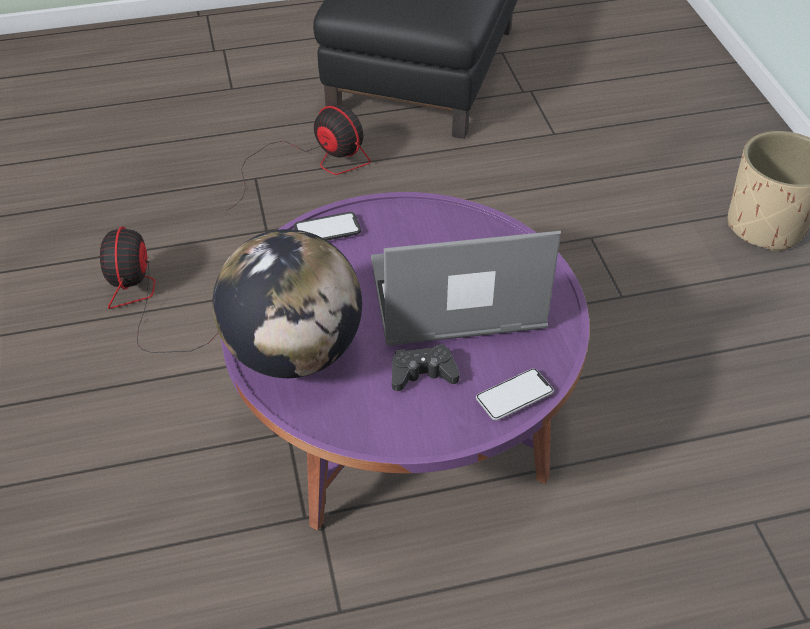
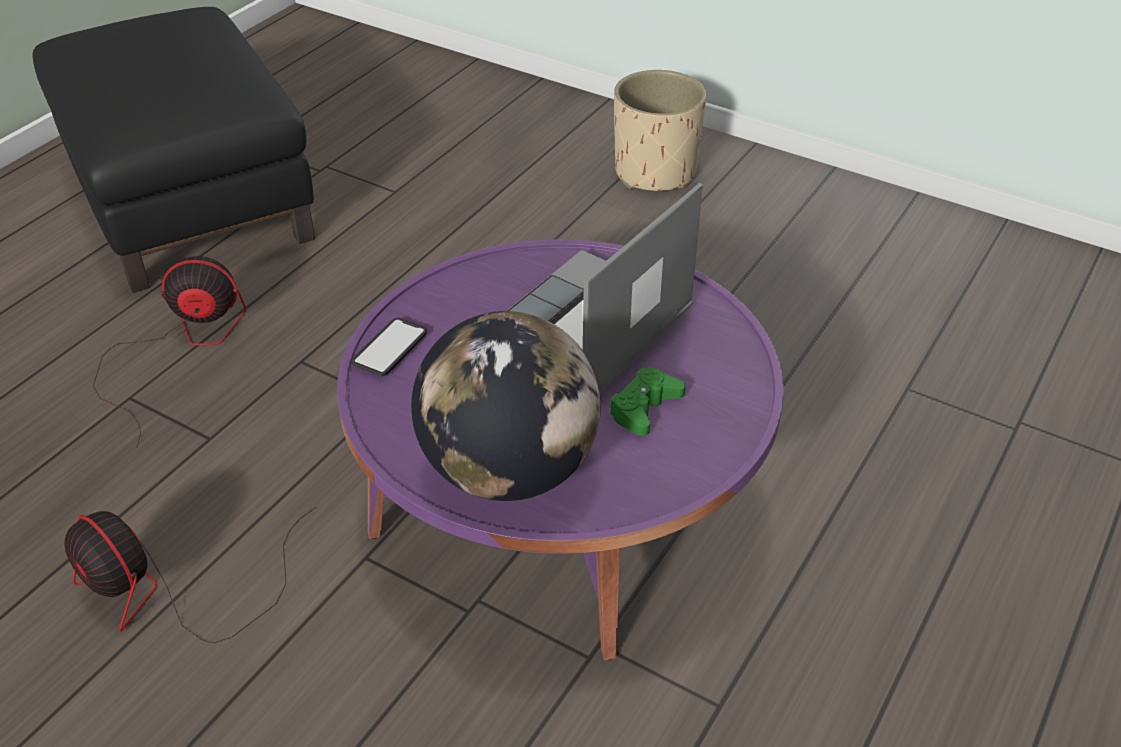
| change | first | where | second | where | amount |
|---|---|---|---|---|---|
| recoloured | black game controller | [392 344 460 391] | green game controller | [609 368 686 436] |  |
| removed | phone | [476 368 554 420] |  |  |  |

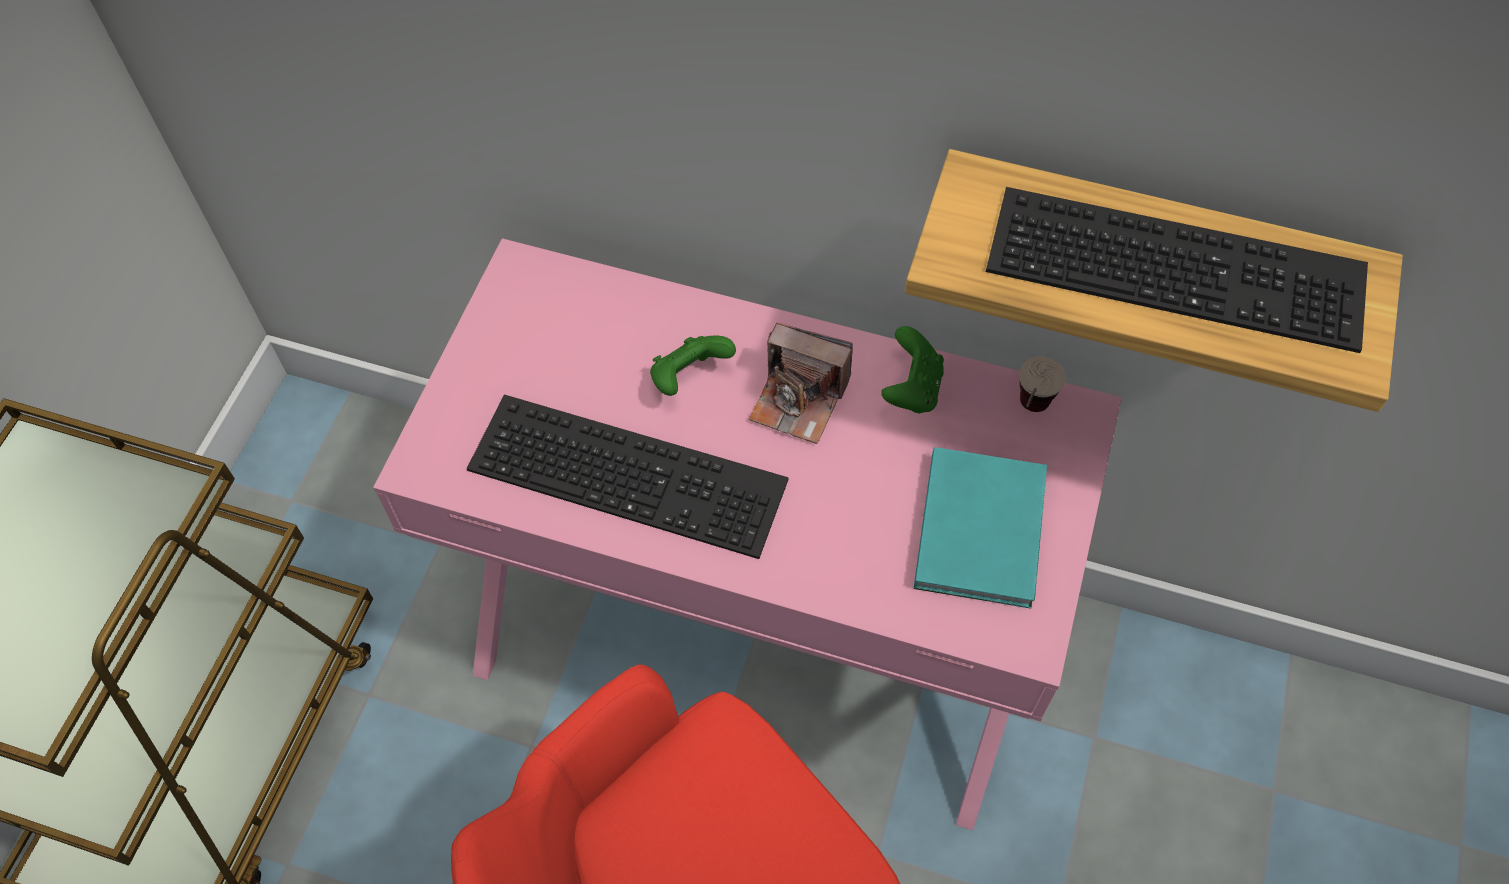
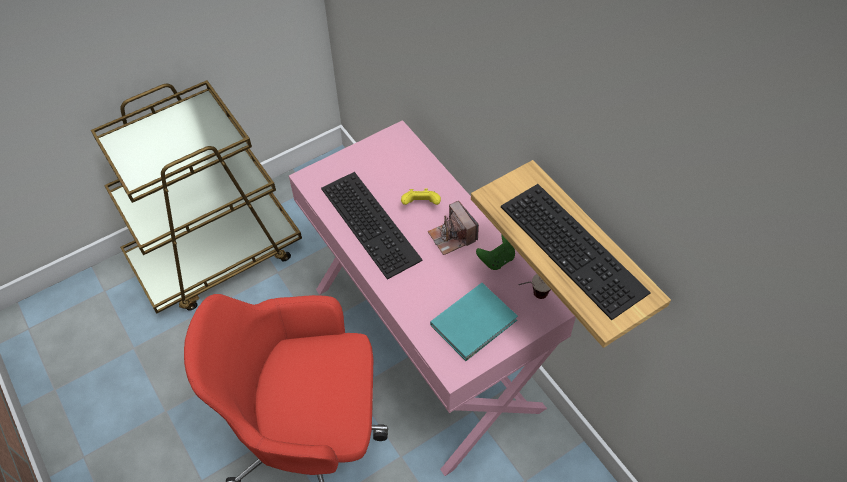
| change | first | where | second | where | amount |
|---|---|---|---|---|---|
| recoloured | green game controller | [650 336 736 396] | yellow game controller | [401 189 441 205] |  |

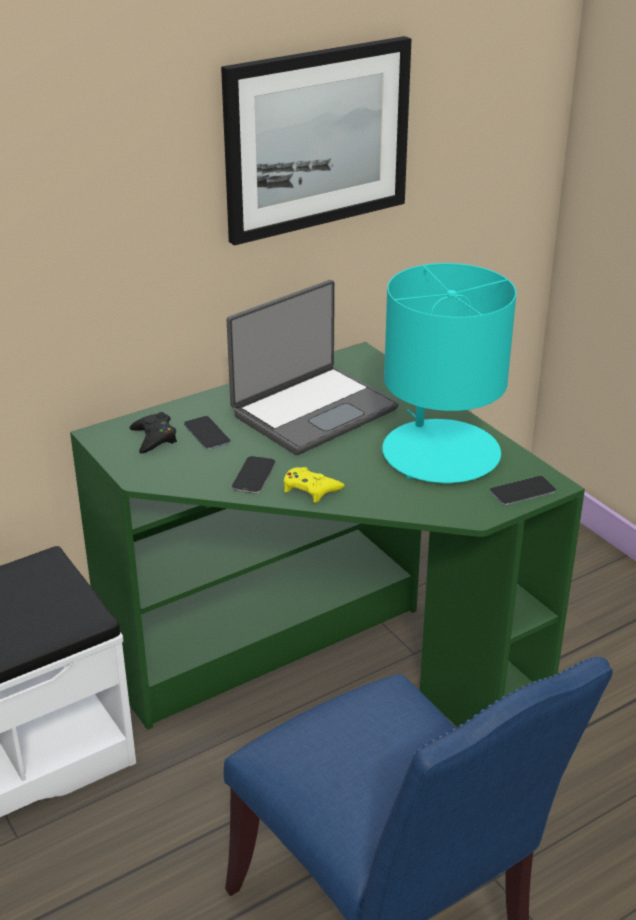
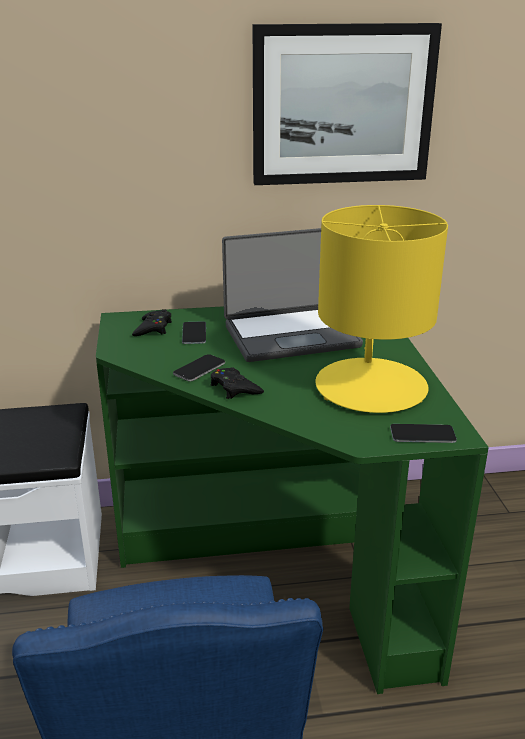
| change | first | where | second | where | amount |
|---|---|---|---|---|---|
| recoloured | turquoise table lamp | [382 263 517 483] | yellow table lamp | [315 205 448 413] |  |
| recoloured | yellow game controller | [284 467 345 503] | black game controller | [211 367 264 399] |  |

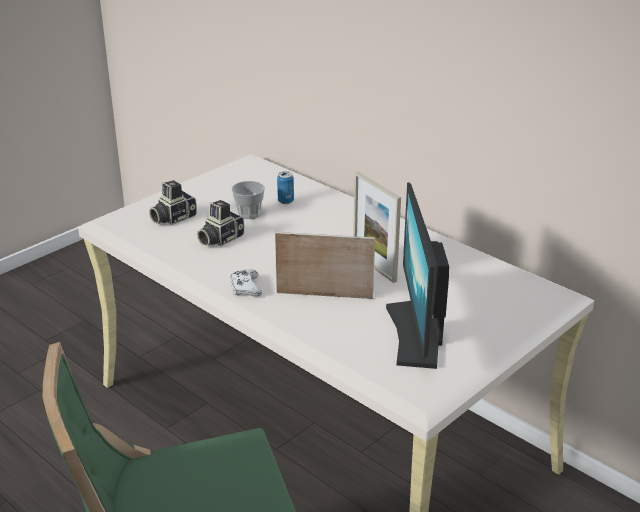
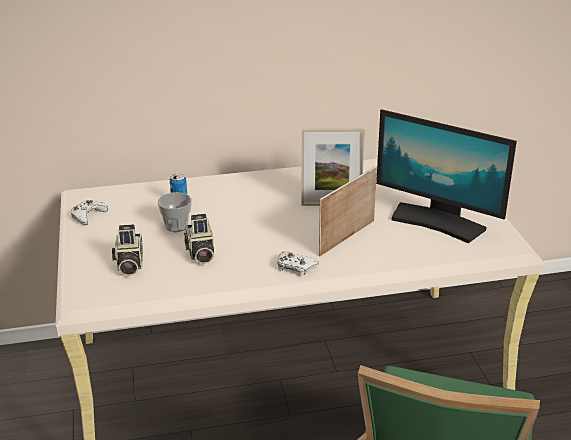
| change | first | where | second | where | amount |
|---|---|---|---|---|---|
| added |  |  | white game controller | [71 200 108 225] |  |

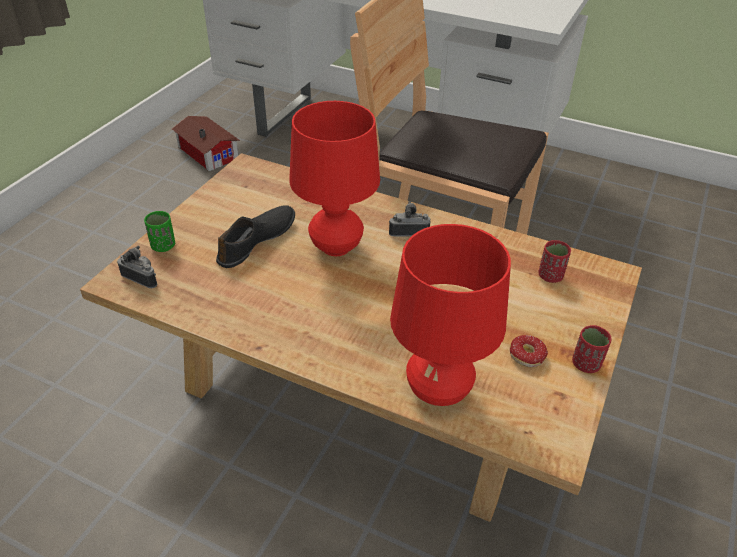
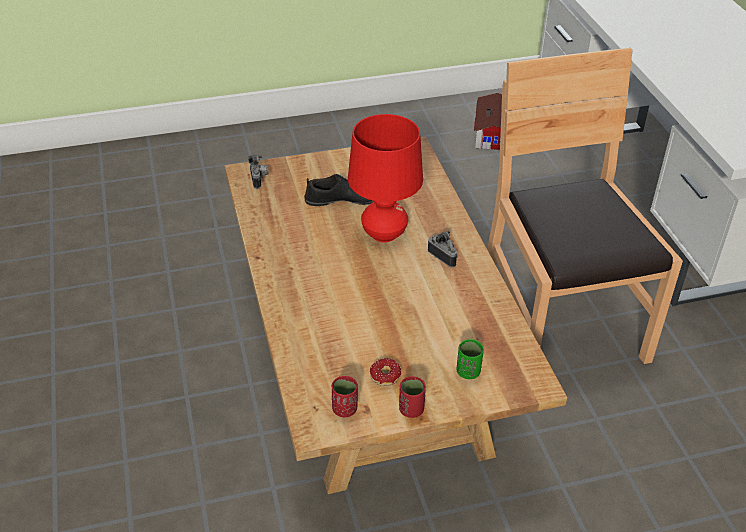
| change | first | where | second | where | amount |
|---|---|---|---|---|---|
| moved | green cup | [144 211 175 252] |  | [457 339 484 379] |  |
| removed | red table lamp | [390 224 511 406] |  |  |  |
| moved | red cup | [538 240 571 283] |  | [332 376 358 417] |  |

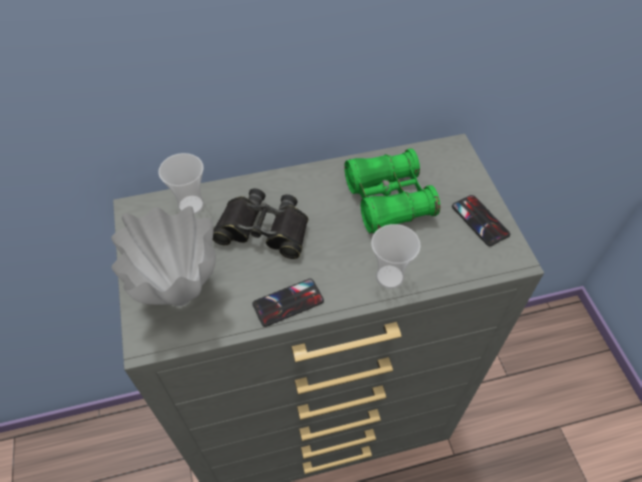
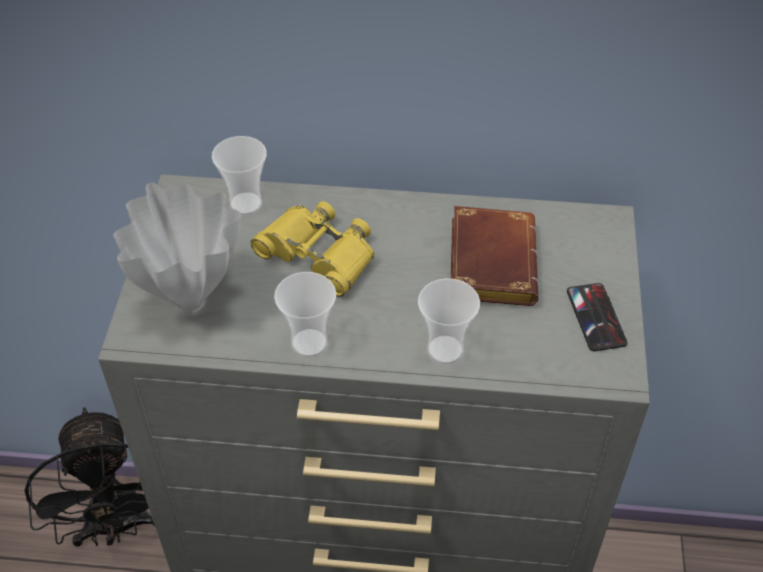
| change | first | where | second | where | amount |
|---|---|---|---|---|---|
| replaced | green binoculars | [344 148 440 234] | brown book | [451 206 538 306] |  |
| recoloured | black binoculars | [213 188 308 259] | yellow binoculars | [251 201 374 297] |  |
| replaced | phone | [252 279 324 327] | cup | [274 272 336 358] |  |
| added |  |  | black fan | [25 407 155 547] |  |

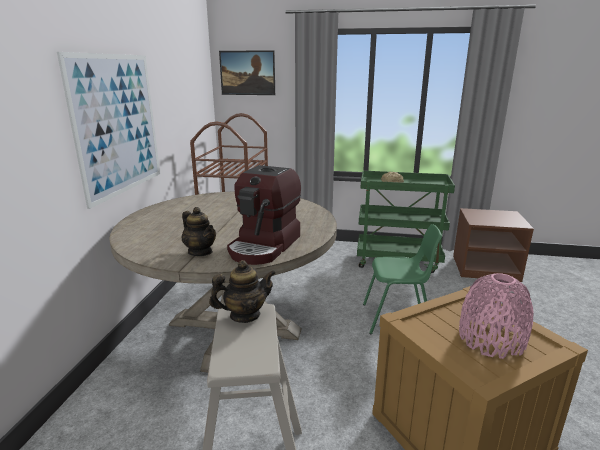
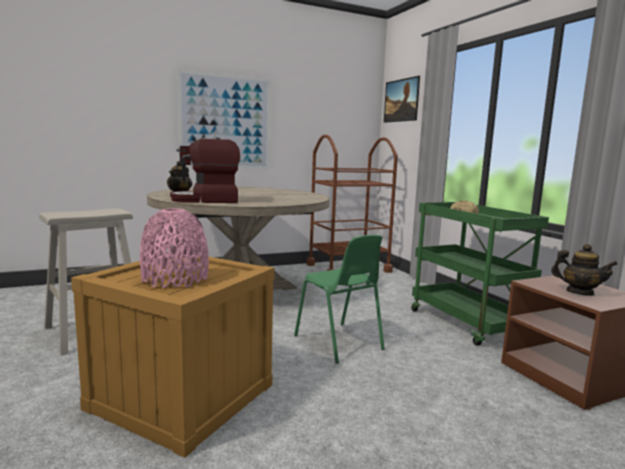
| change | first | where | second | where | amount |
|---|---|---|---|---|---|
| moved | teapot | [209 260 276 323] |  | [551 244 618 296] |  |

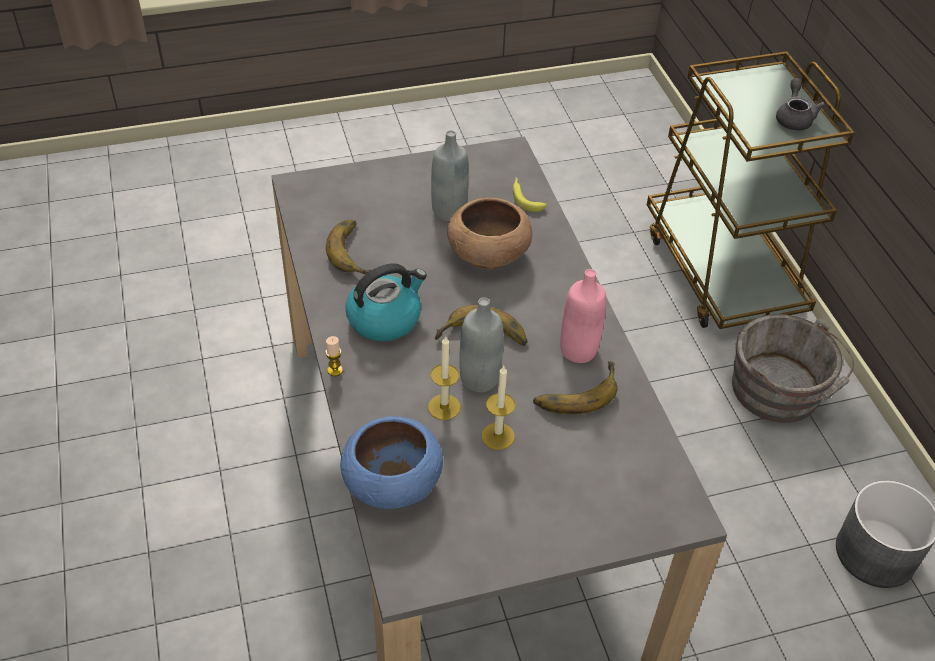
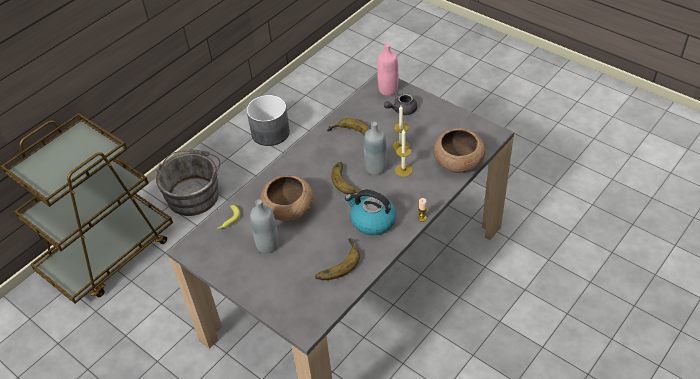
| change | first | where | second | where | amount |
|---|---|---|---|---|---|
| moved | grey teapot | [776 78 825 131] |  | [384 90 417 115] |  |
| moved | pink bottle | [560 269 606 363] |  | [377 44 398 96] |  |
| recoloured | blue bowl | [340 416 443 509] | brown bowl | [433 128 485 173] |  |

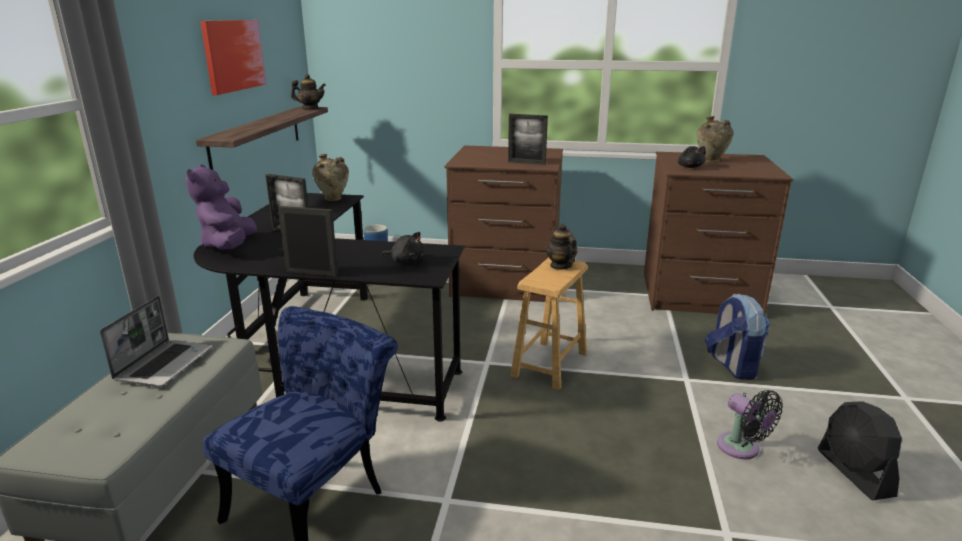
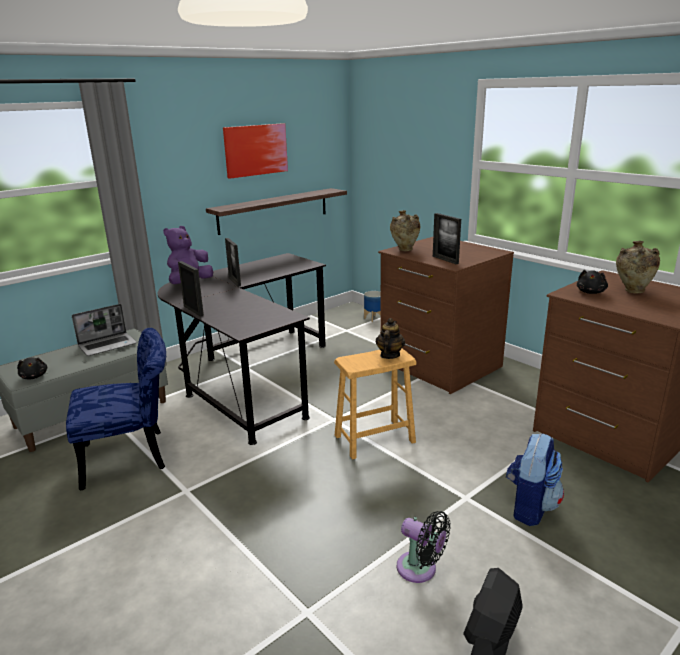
| change | first | where | second | where | amount |
|---|---|---|---|---|---|
| removed | teapot | [291 74 326 109] |  |  |  |
| moved | beige vase | [312 154 349 201] |  | [390 210 420 251] |  |
| moved | black plush toy | [381 232 424 263] |  | [17 357 47 379] |  |
| turned | black fan | [717 390 783 459] |  | [397 511 451 583] | 60 degrees counterclockwise |

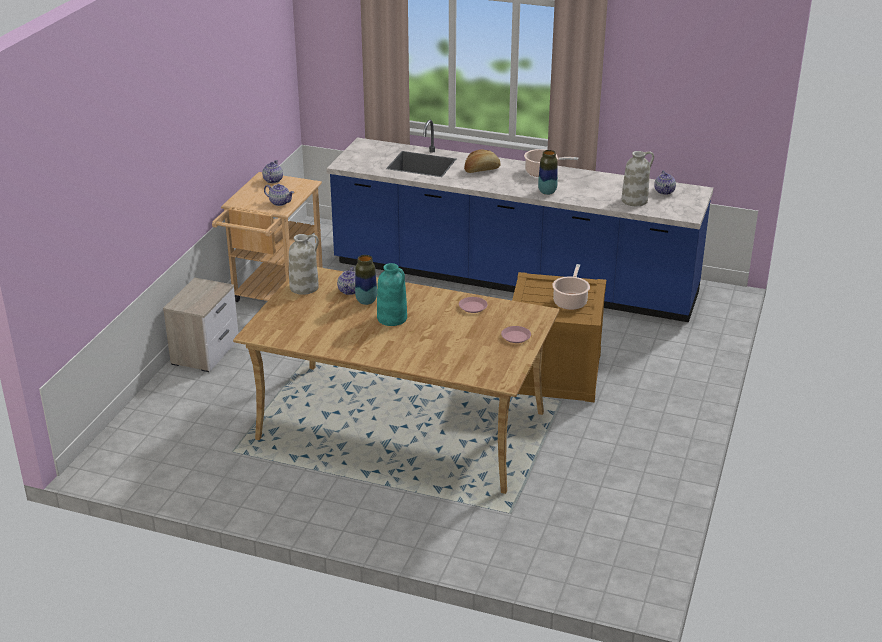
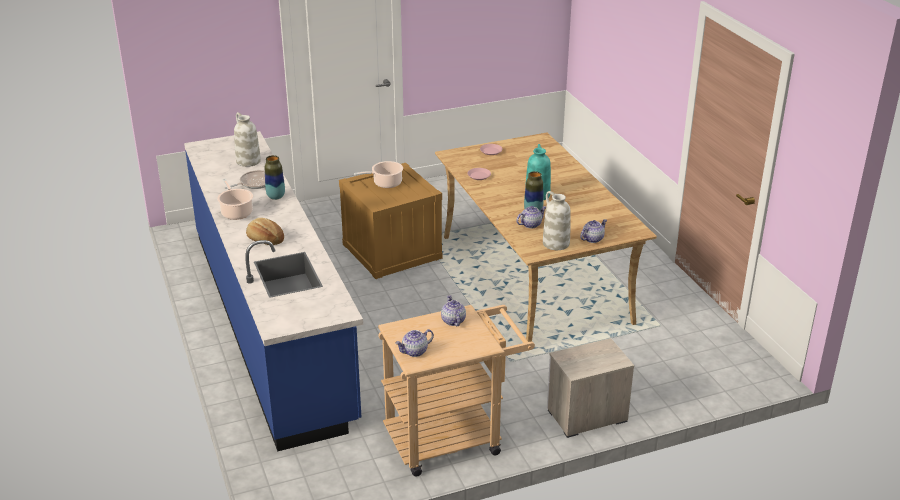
| change | first | where | second | where | amount |
|---|---|---|---|---|---|
| moved | teapot | [654 171 676 195] |  | [580 219 607 243] |  |
| added |  |  | frying pan | [225 170 265 189] |  |

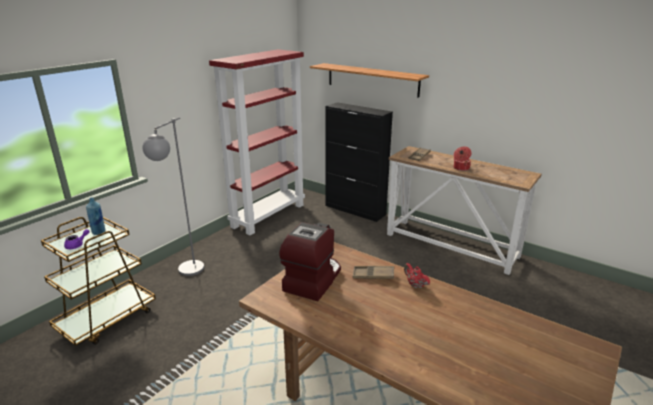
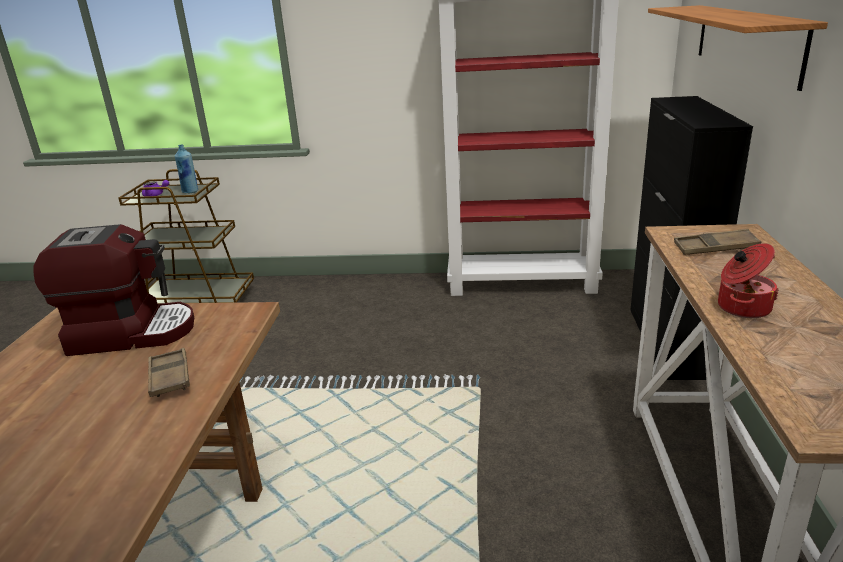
| change | first | where | second | where | amount |
|---|---|---|---|---|---|
| removed | grey floor lamp | [142 117 204 276] |  |  |  |
| removed | red teapot | [404 263 430 288] |  |  |  |

